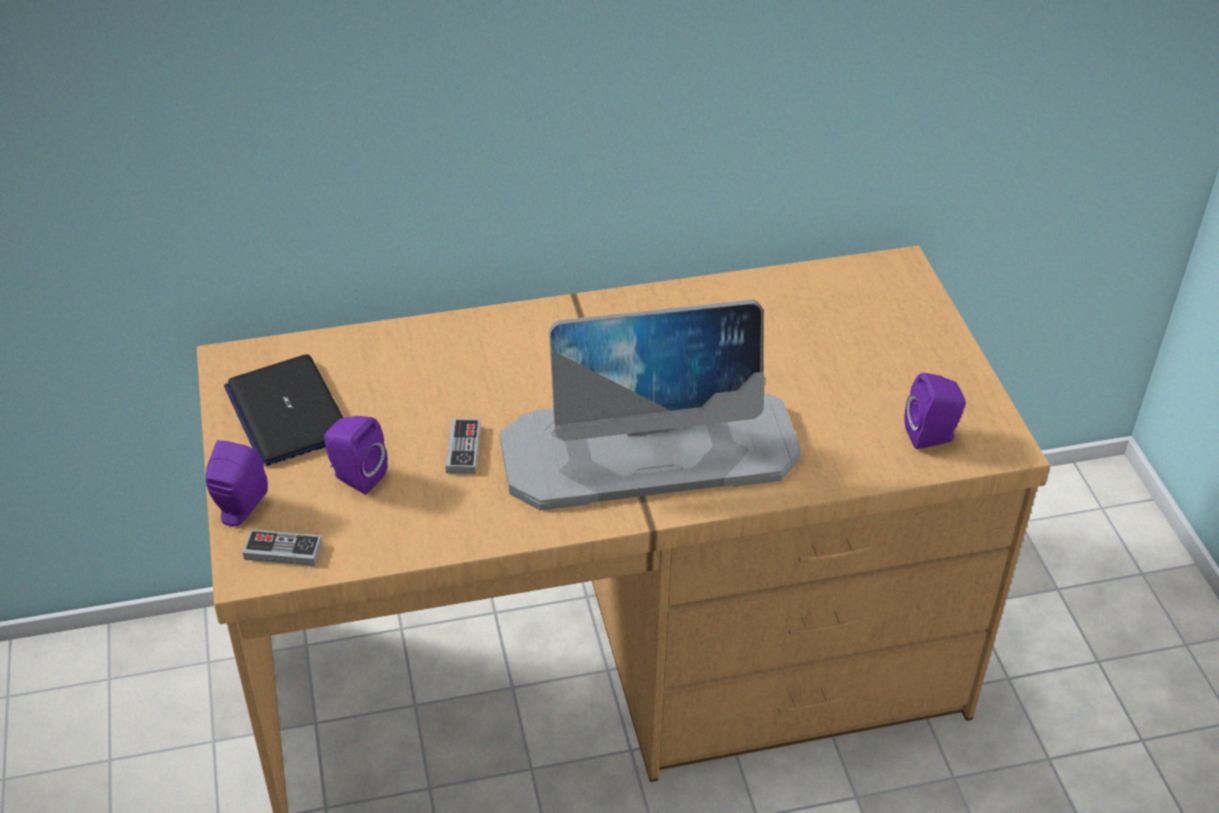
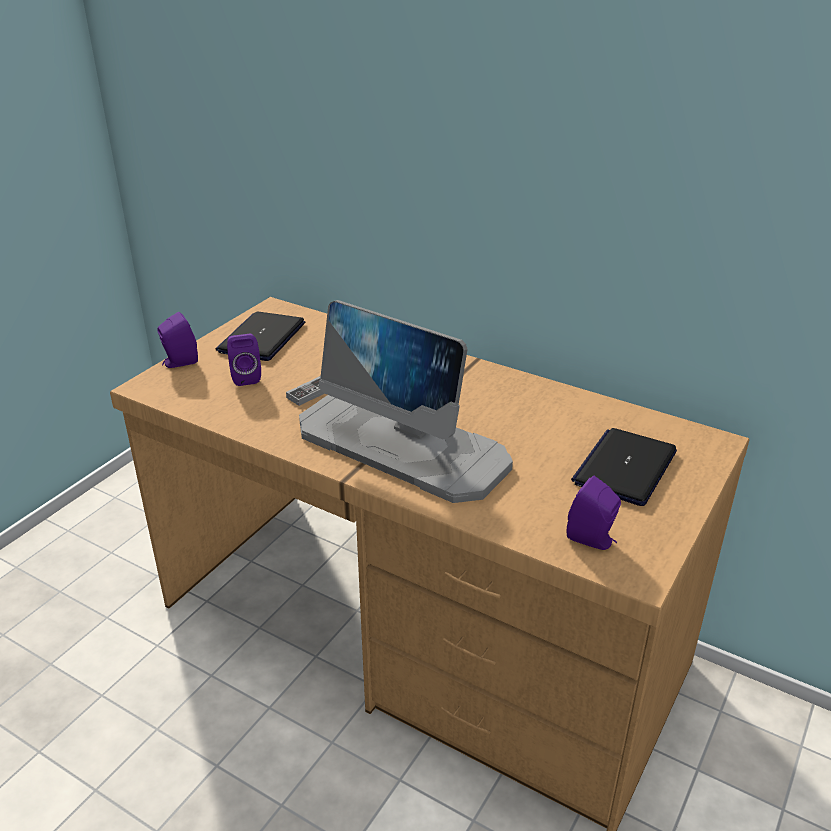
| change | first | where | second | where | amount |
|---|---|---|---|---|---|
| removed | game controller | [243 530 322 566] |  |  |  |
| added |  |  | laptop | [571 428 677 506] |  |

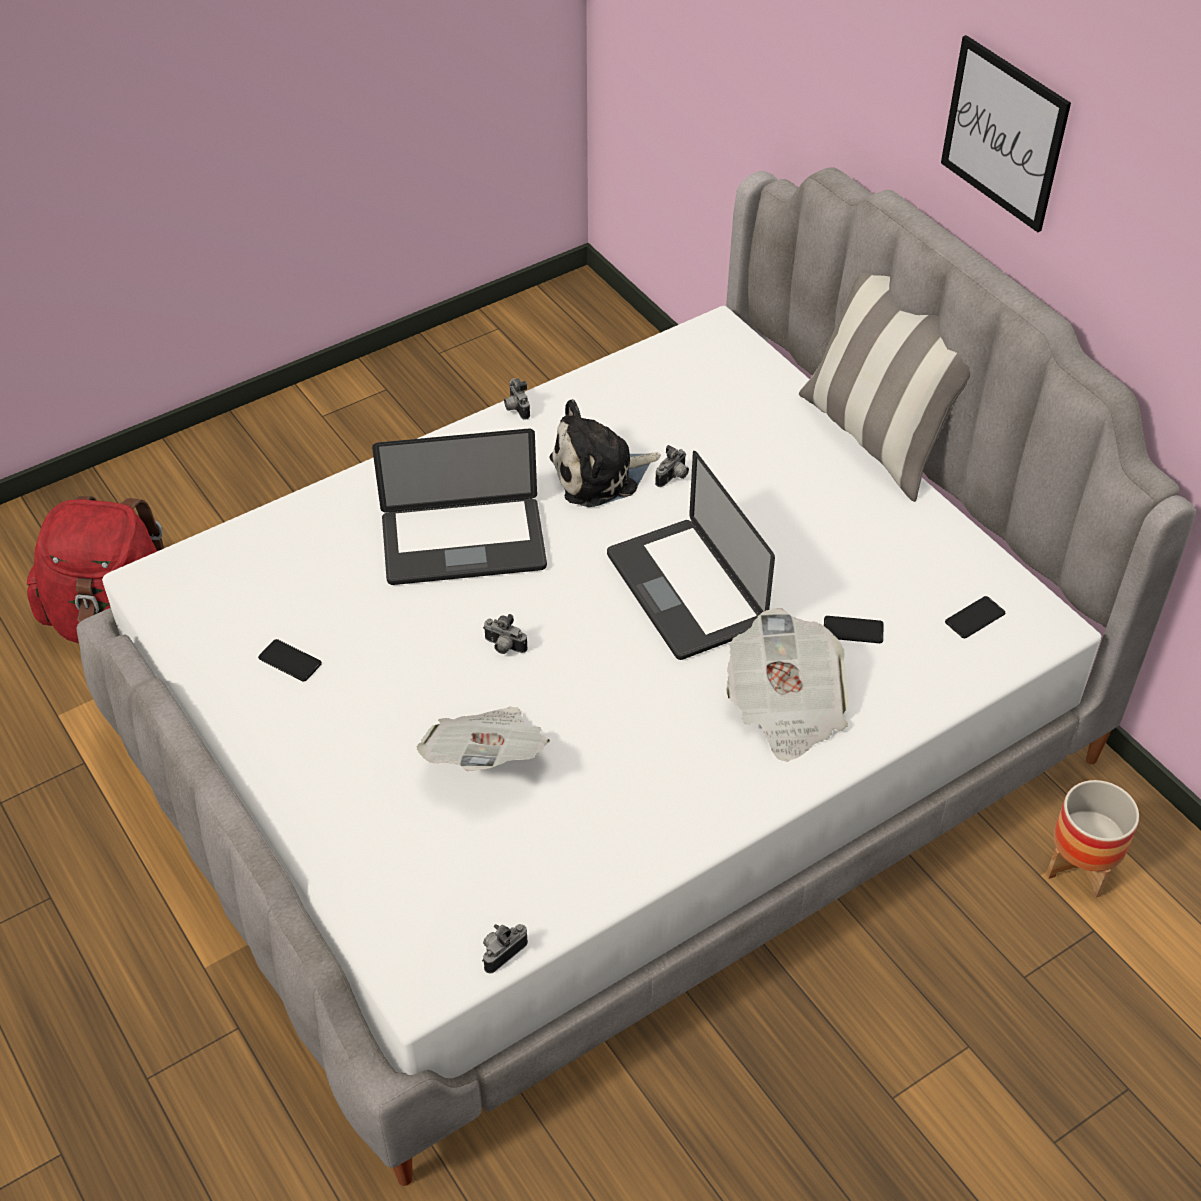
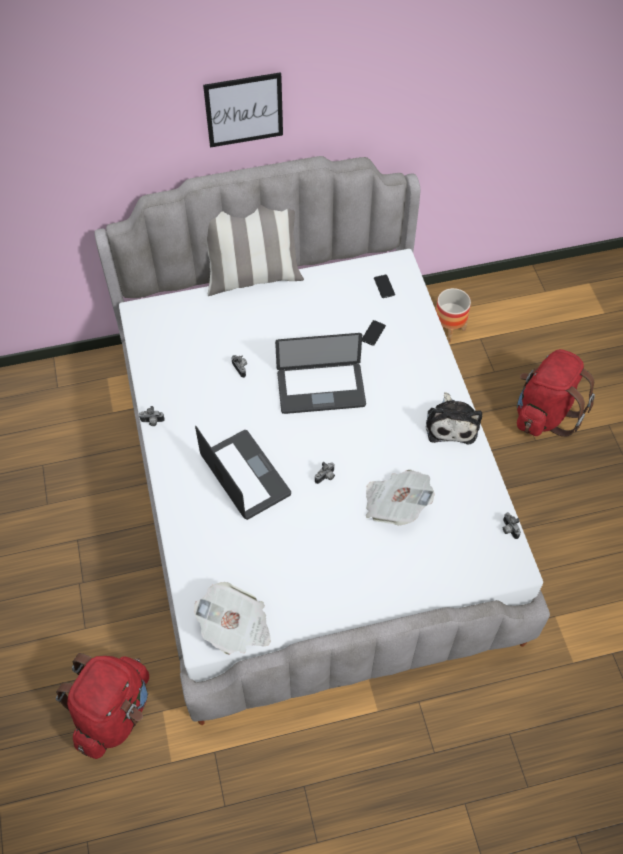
| change | first | where | second | where | amount |
|---|---|---|---|---|---|
| moved | plush toy | [549 399 660 507] |  | [426 392 482 445] |  |
| turned | laptop | [372 429 547 585] |  | [195 426 291 520] | 45 degrees counterclockwise |
| moved | newspaper | [726 608 848 762] |  | [194 582 271 655] |  |
| removed | phone | [258 639 322 681] |  |  |  |
| added |  |  | red backpack | [517 349 595 437] |  |

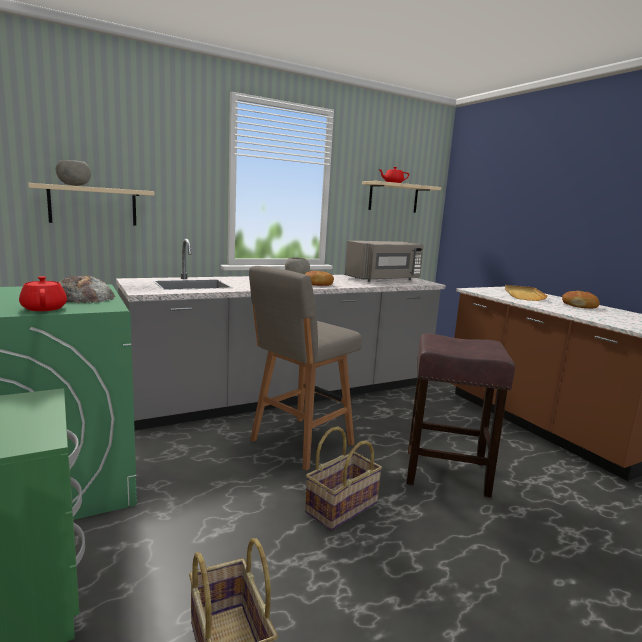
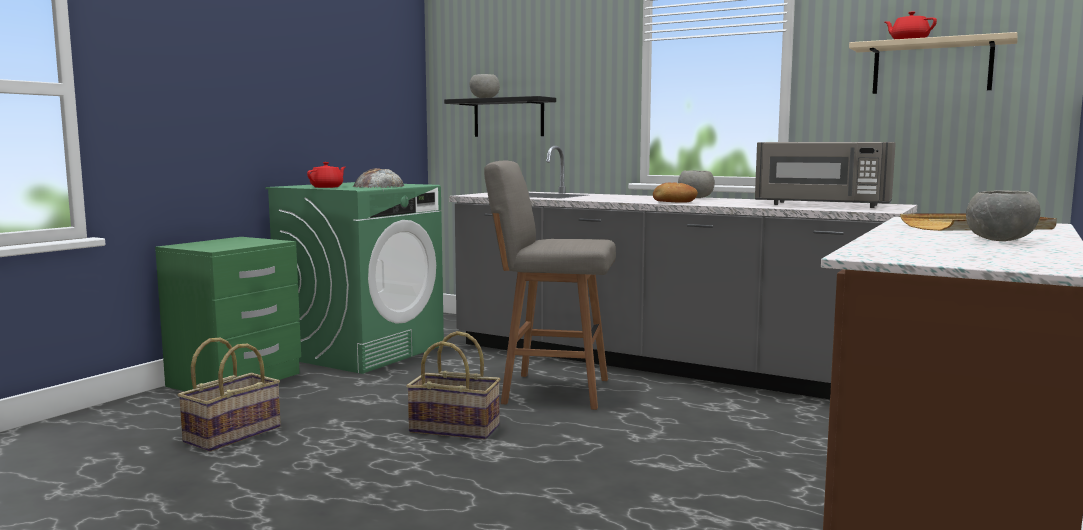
| change | first | where | second | where | amount |
|---|---|---|---|---|---|
| recoloured | beige shelf | [28 183 155 226] | black shelf | [444 96 556 137] |  |
| replaced | bread | [562 291 600 309] | grey bowl | [966 190 1041 241] |  |
| removed | brown stool | [407 333 515 498] |  |  |  |

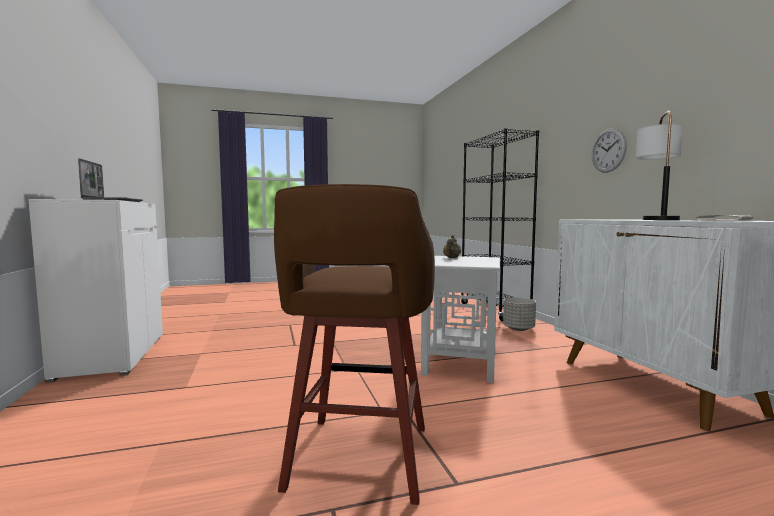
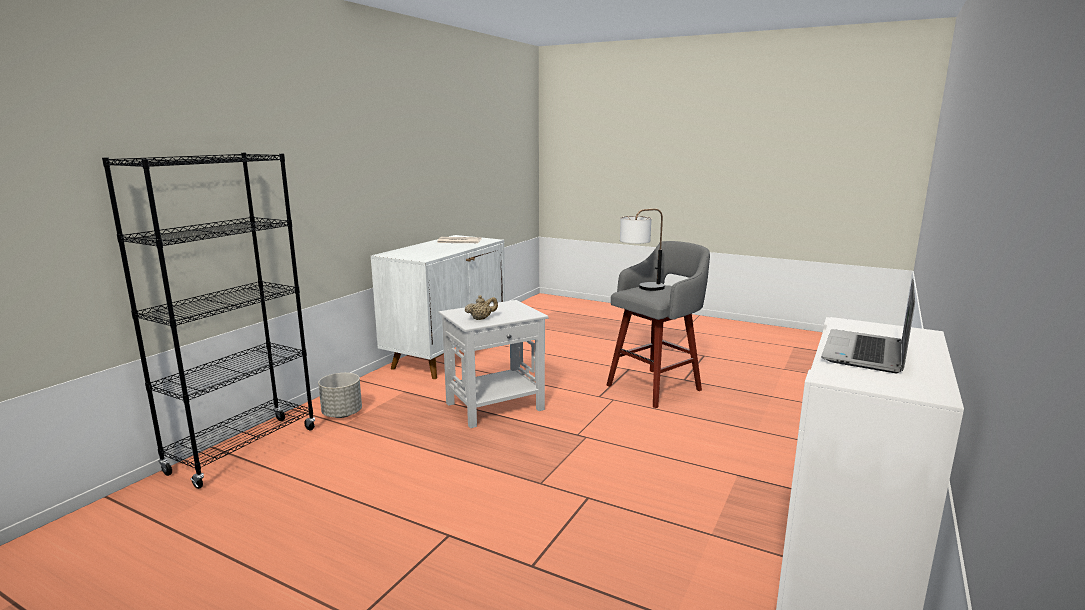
| change | first | where | second | where | amount |
|---|---|---|---|---|---|
| moved | table lamp | [636 111 683 220] |  | [620 209 665 291] |  |
| removed | wall clock | [592 128 627 173] |  |  |  |
| recoloured | brown stool | [274 184 435 505] | grey stool | [606 241 710 408] |  |

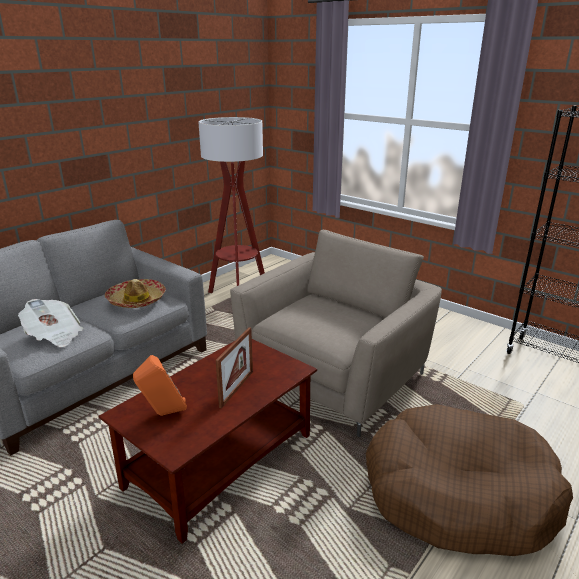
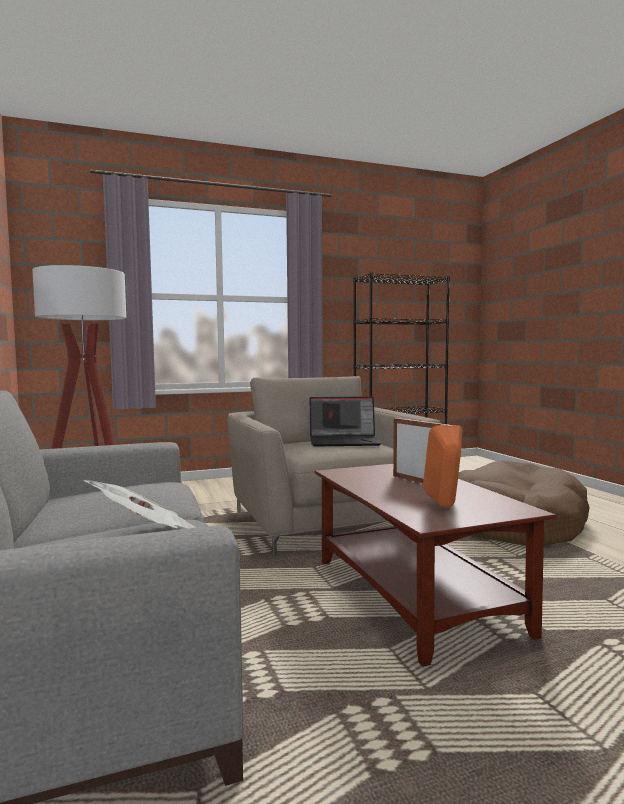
| change | first | where | second | where | amount |
|---|---|---|---|---|---|
| removed | hat | [105 279 166 308] |  |  |  |
| added |  |  | laptop | [309 396 381 447] |  |

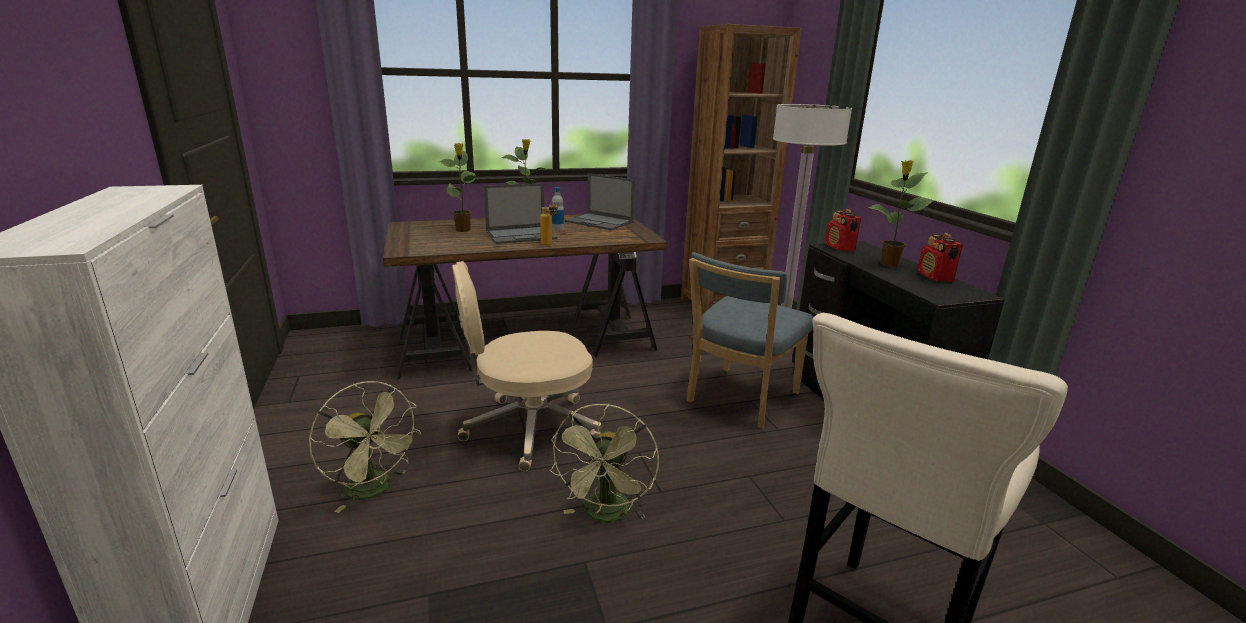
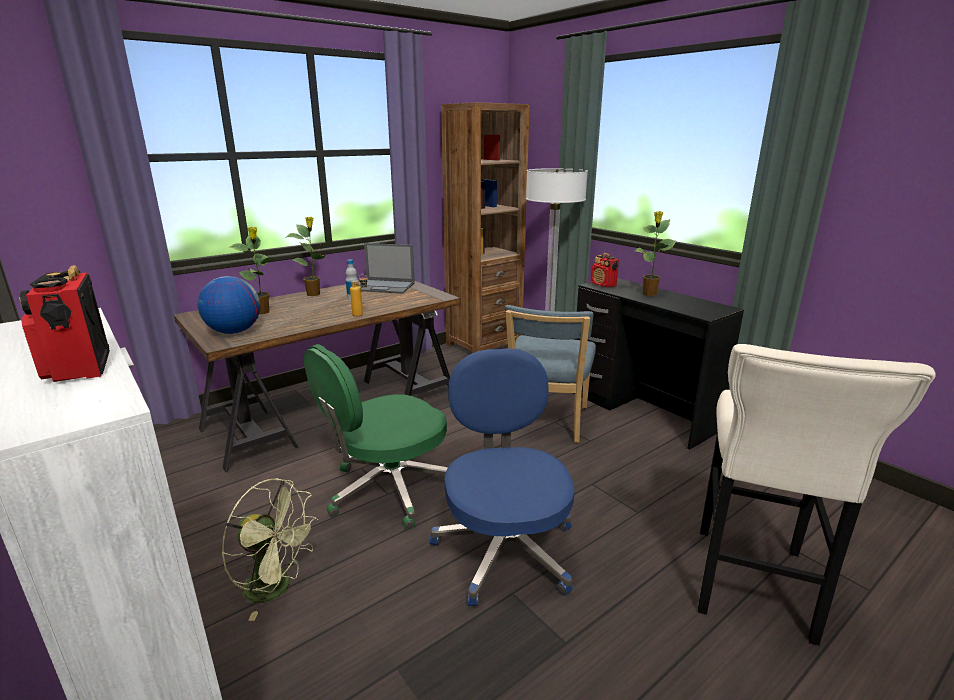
| change | first | where | second | where | amount |
|---|---|---|---|---|---|
| removed | laptop | [484 183 557 244] |  |  |  |
| moved | radio | [918 233 963 282] |  | [19 265 110 382] |  |
| recoloured | beige office chair | [452 261 602 471] | green office chair | [304 344 448 530] |  |
| replaced | green fan | [549 404 659 523] | blue office chair | [430 348 574 606] |  |
| added |  |  | globe | [198 276 260 334] |  |

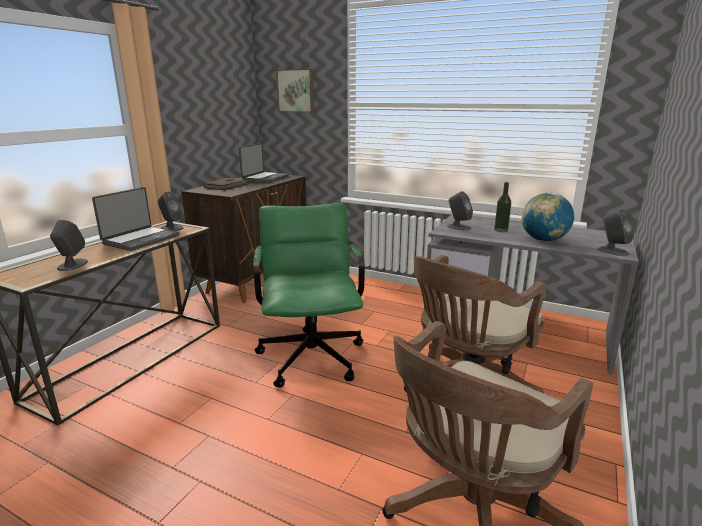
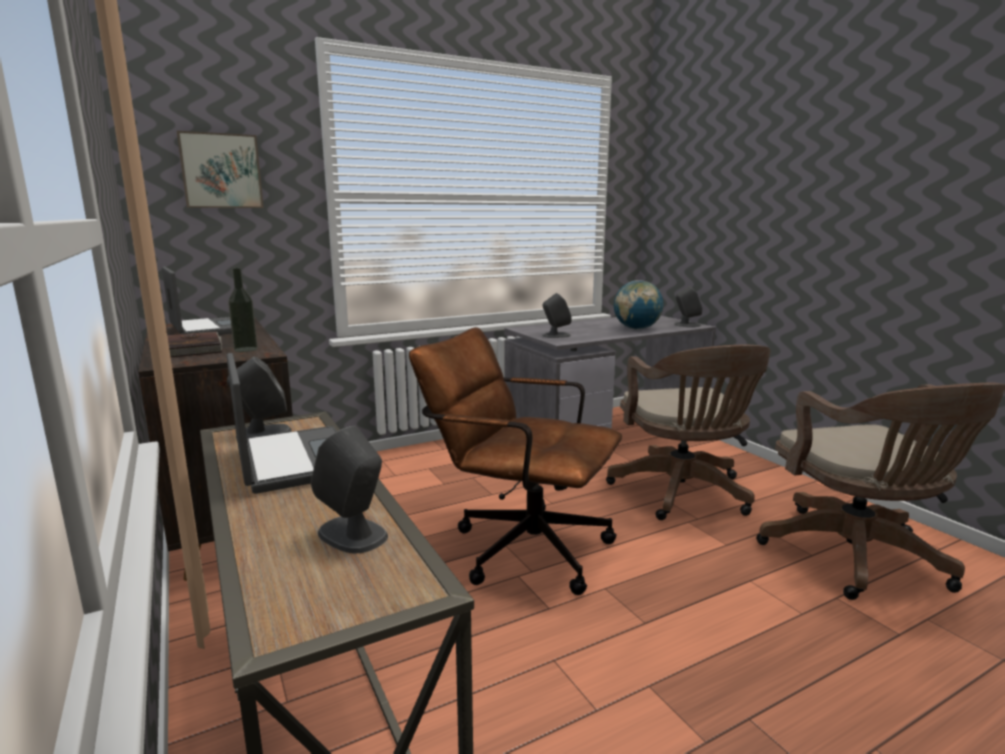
| change | first | where | second | where | amount |
|---|---|---|---|---|---|
| moved | bottle | [494 182 511 232] |  | [228 268 258 352] |  |
| recoloured | green office chair | [253 203 365 388] | brown office chair | [409 327 622 595] |  |

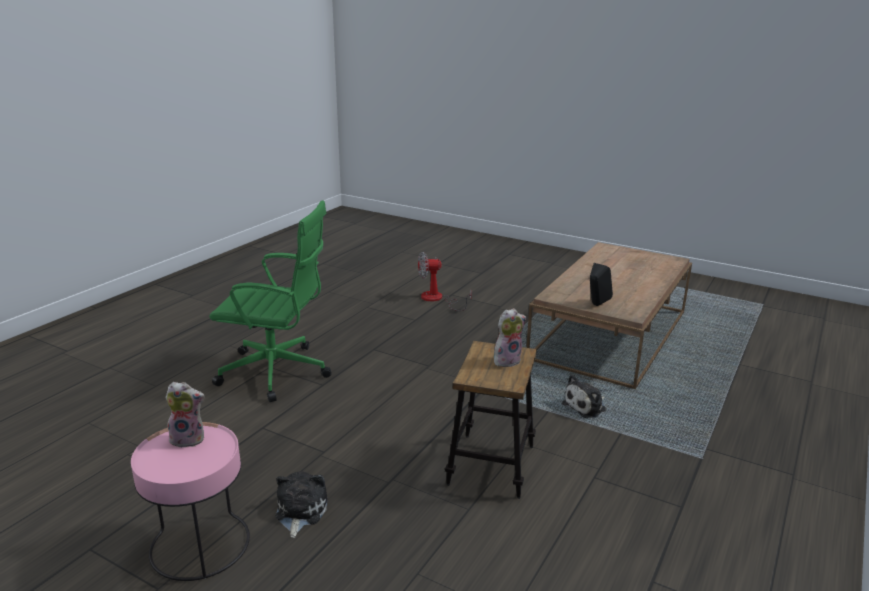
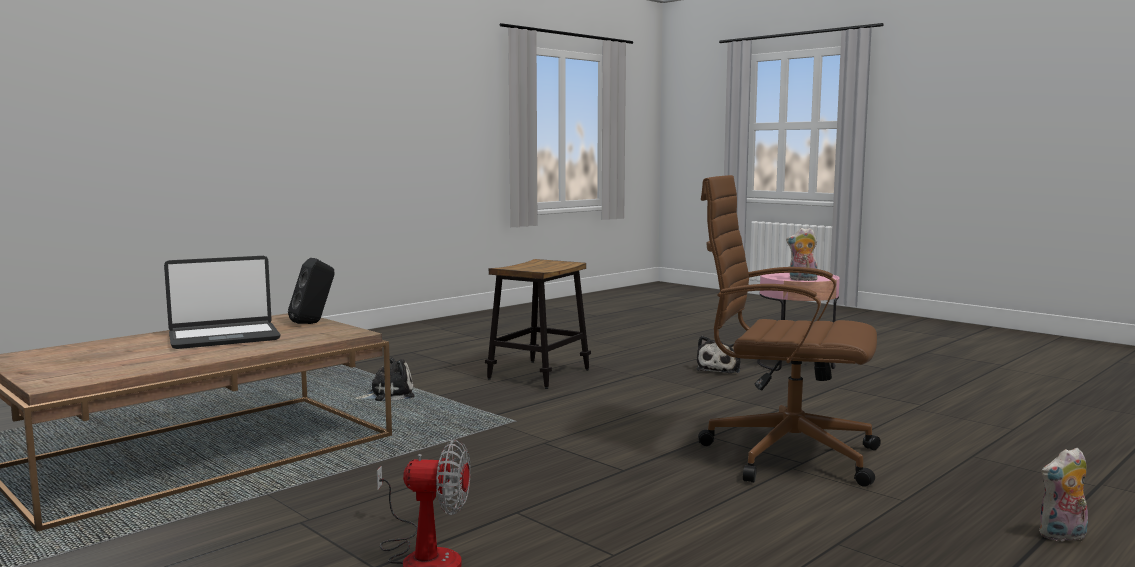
| change | first | where | second | where | amount |
|---|---|---|---|---|---|
| recoloured | green office chair | [209 200 331 402] | brown office chair | [698 175 881 487] |  |
| moved | plush toy | [494 308 526 367] |  | [1039 448 1088 542] |  |
| added |  |  | laptop | [164 256 281 349] |  |

